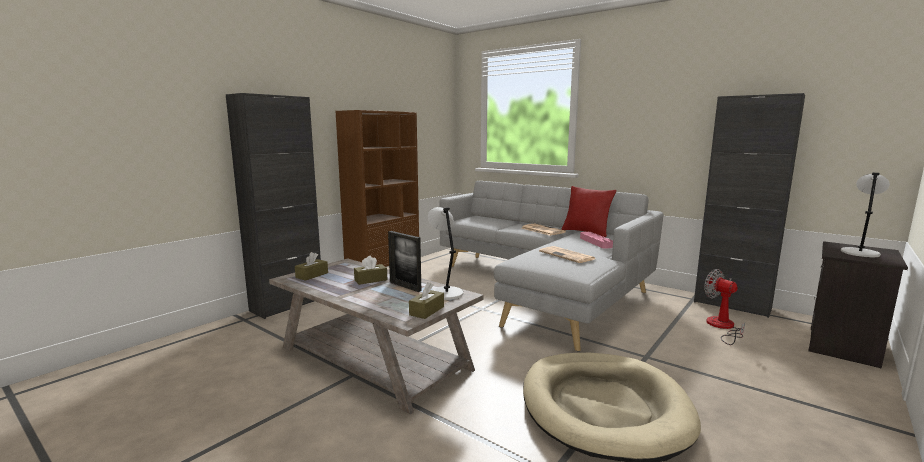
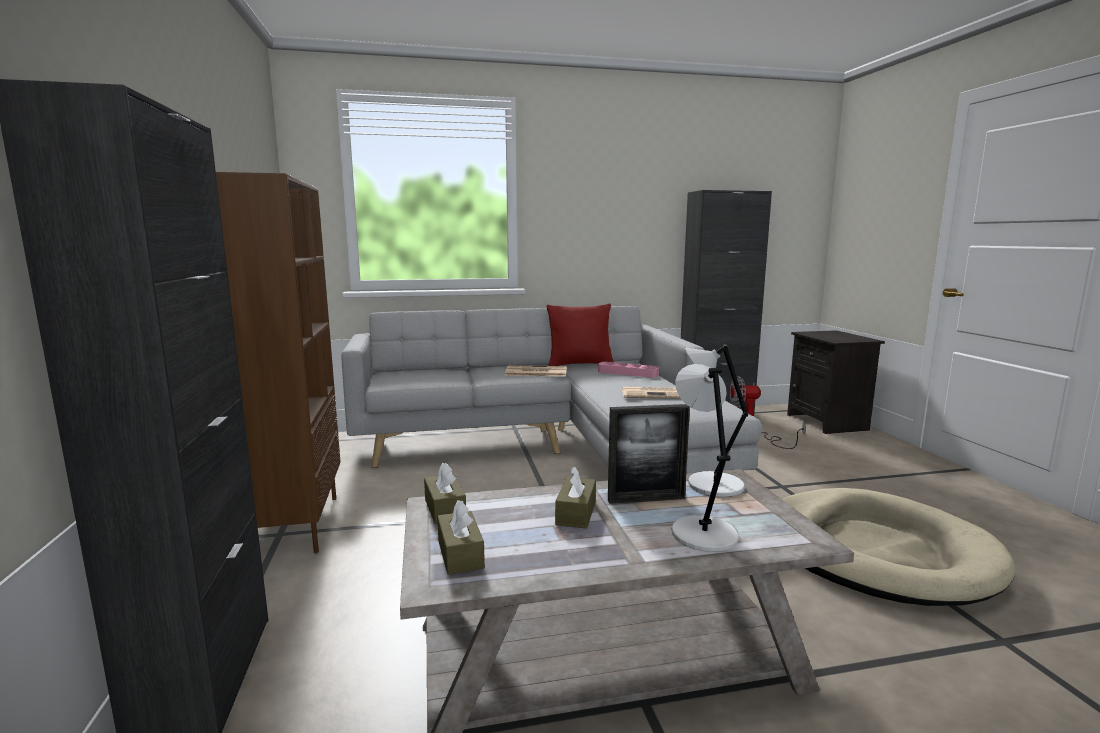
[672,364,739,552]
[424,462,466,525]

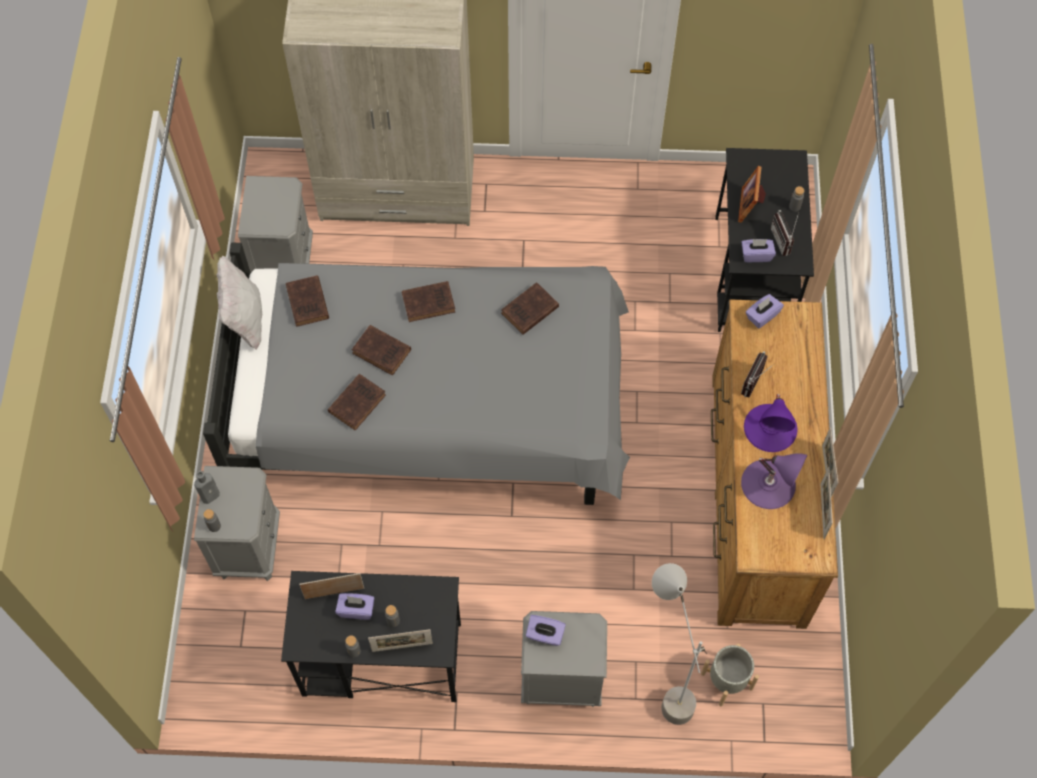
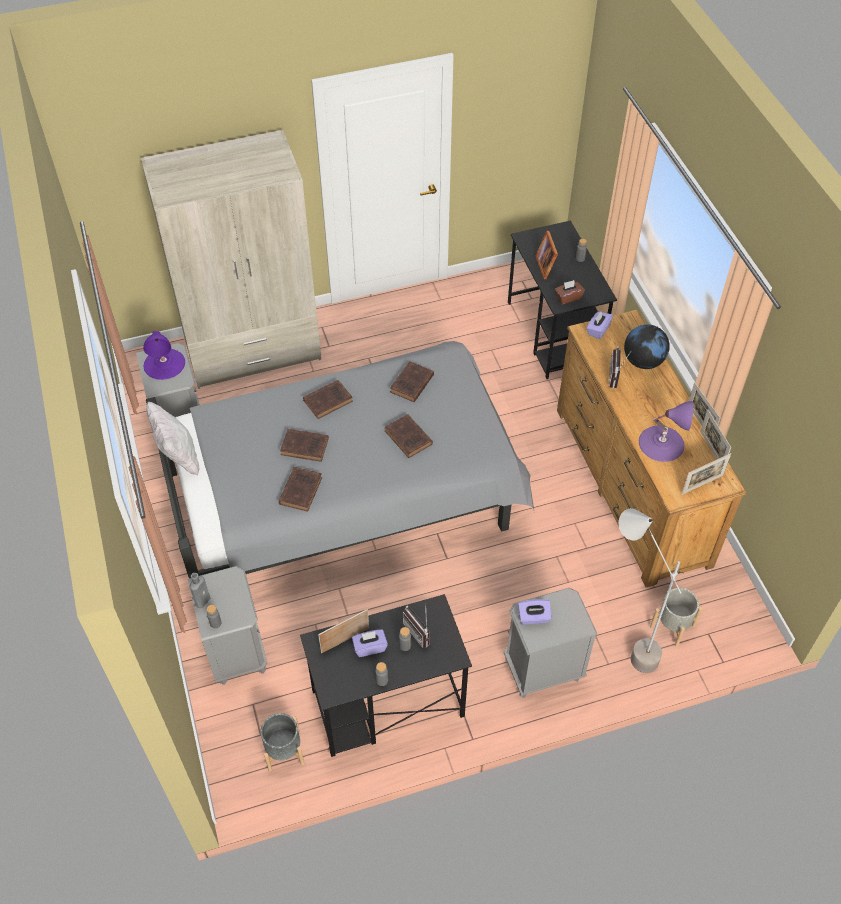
[403,603,430,648]
[555,280,585,304]
[385,414,433,458]
[143,330,185,380]
[682,453,731,495]
[624,324,670,369]
[260,713,304,771]

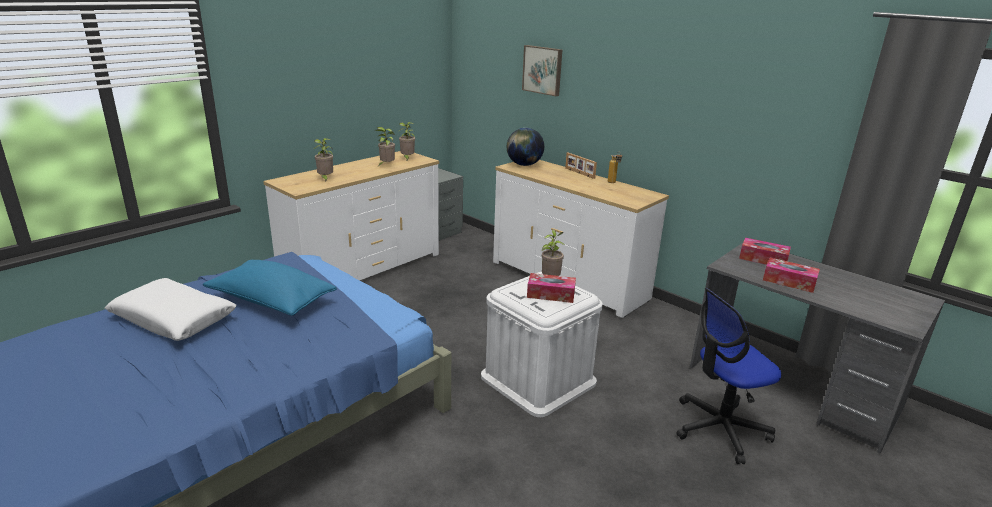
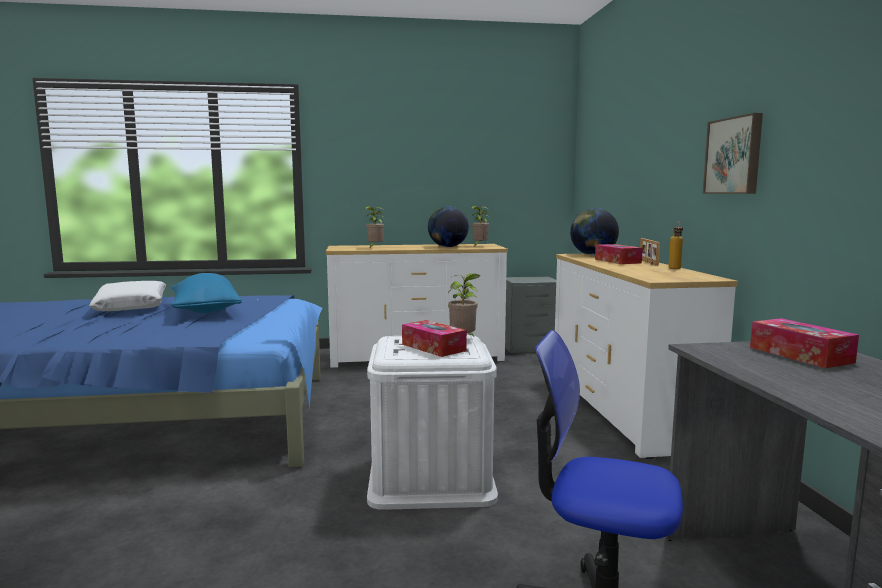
[703,113,763,194]
[428,206,469,247]
[595,244,643,264]

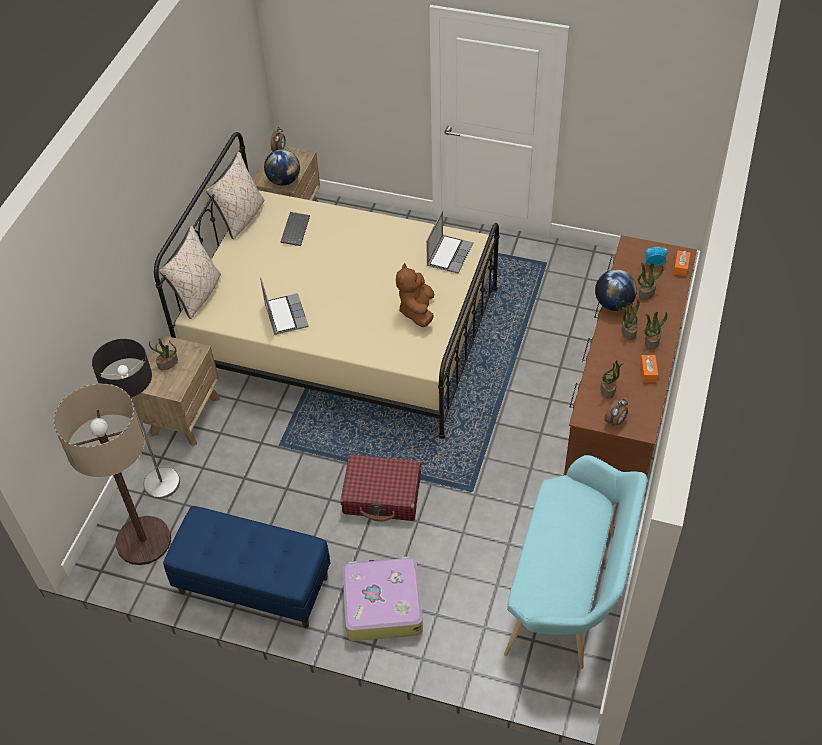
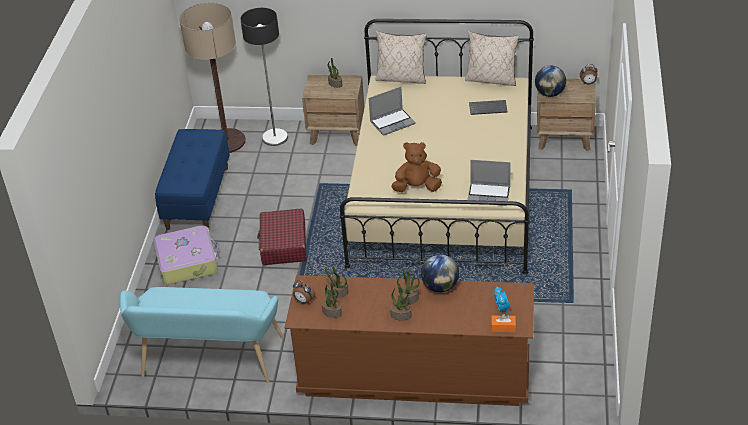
[322,280,342,318]
[640,355,658,382] (first image)

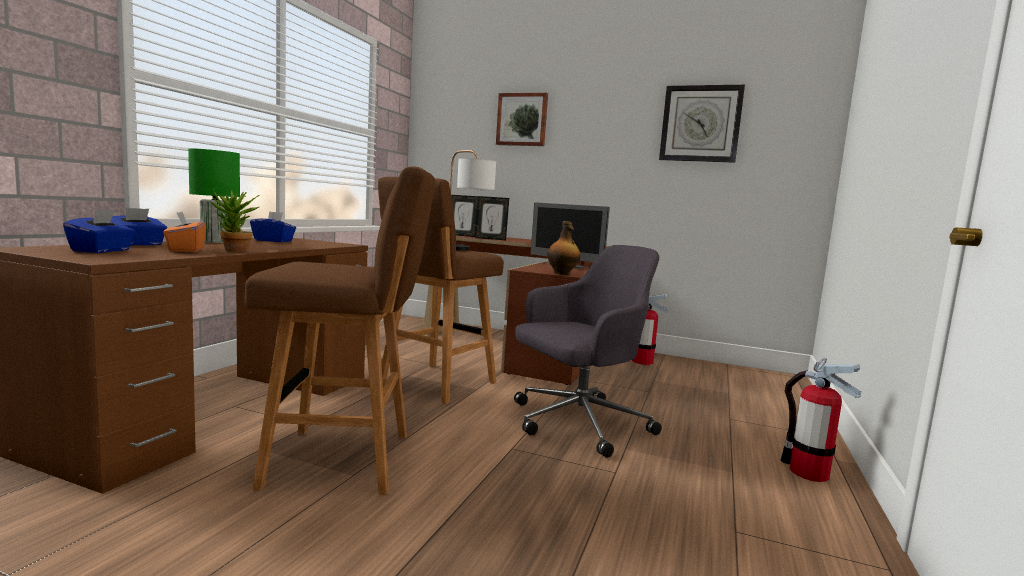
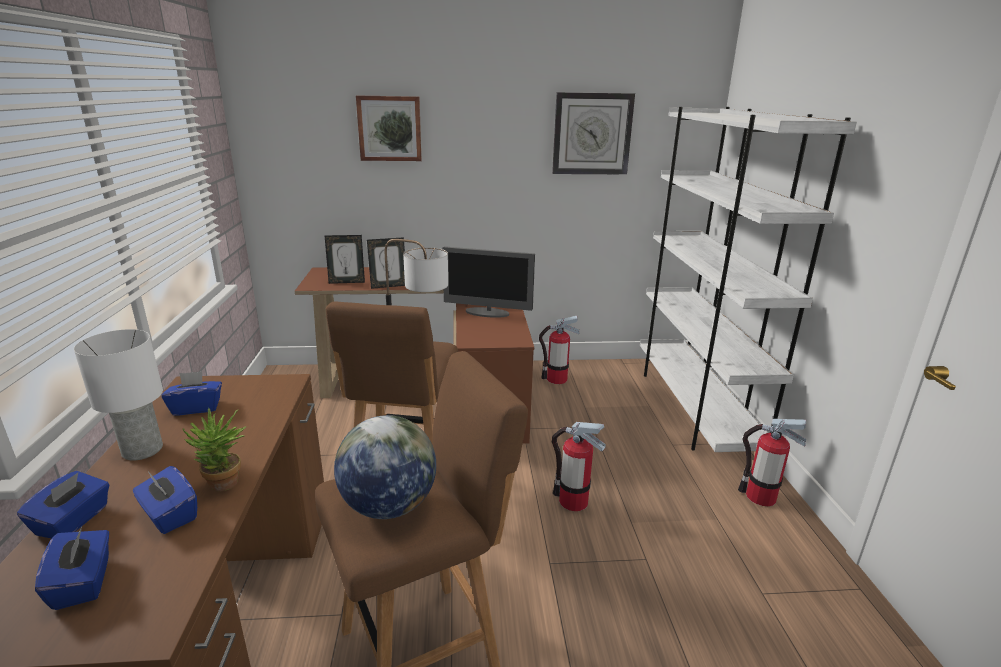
[74,329,163,461]
[133,466,197,534]
[547,221,581,275] (first image)
[552,422,606,511]
[640,107,857,452]
[334,415,436,519]

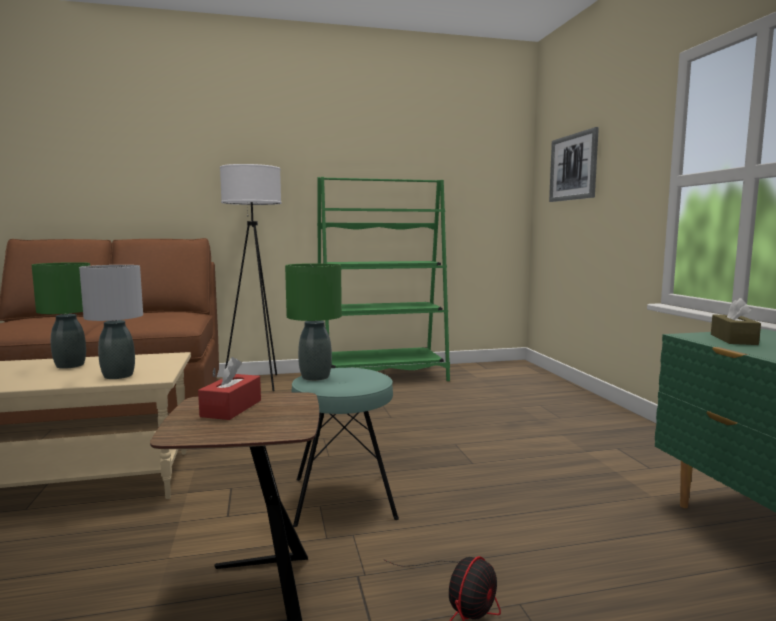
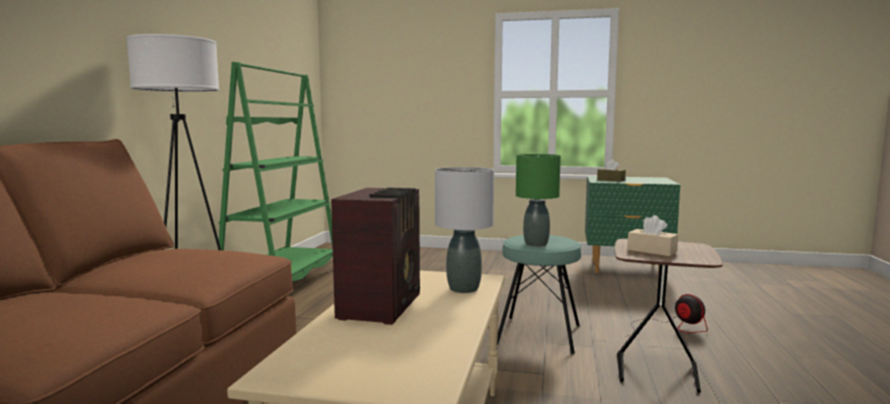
[549,127,599,202] (first image)
[331,188,420,325]
[627,215,678,256]

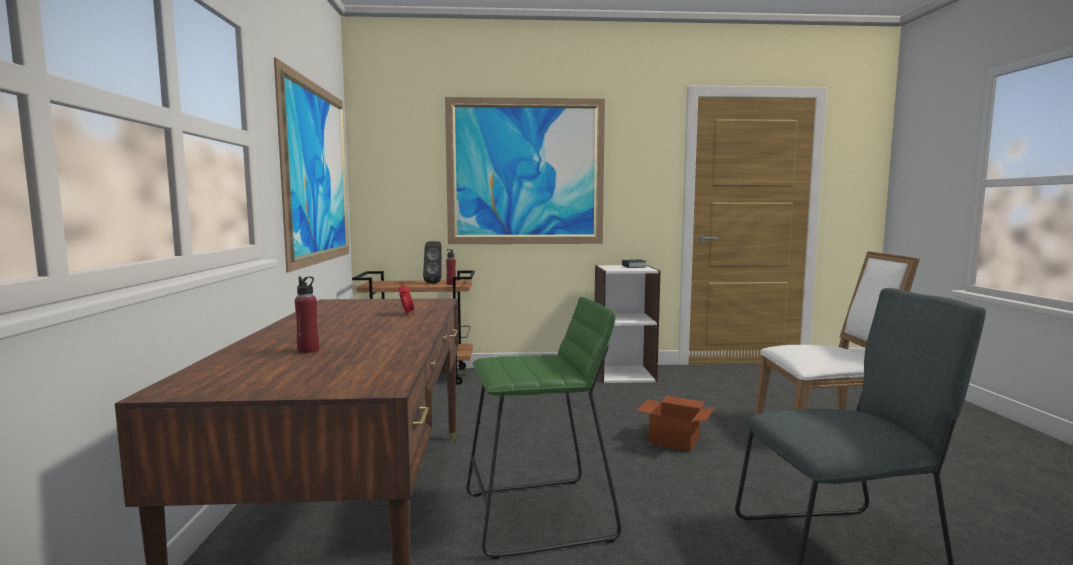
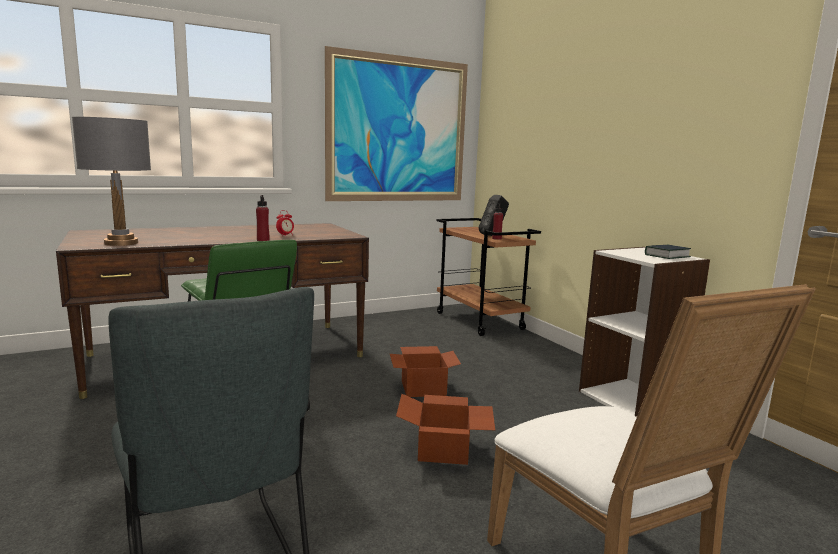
[445,97,605,244] (first image)
[256,195,269,241]
[72,117,151,246]
[390,346,461,397]

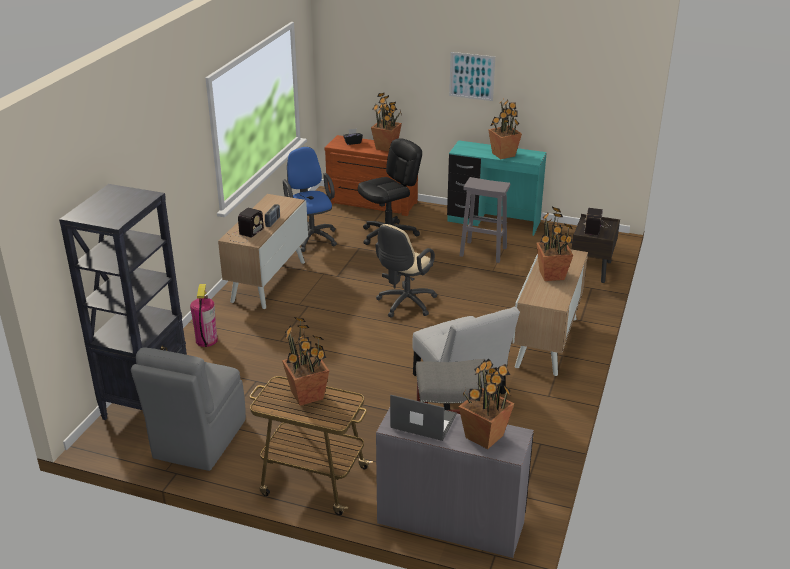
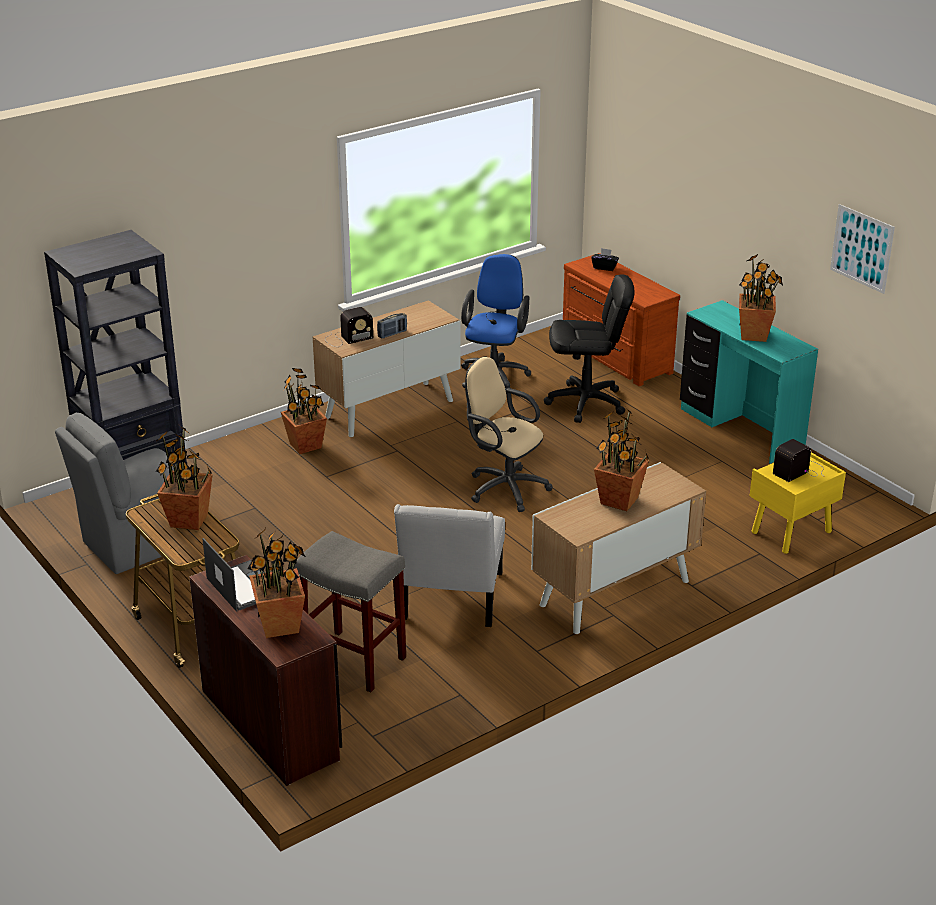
[830,204,895,294]
[281,368,327,454]
[459,177,510,263] (first image)
[750,452,846,554]
[465,356,552,512]
[190,284,218,347] (first image)
[189,555,342,786]

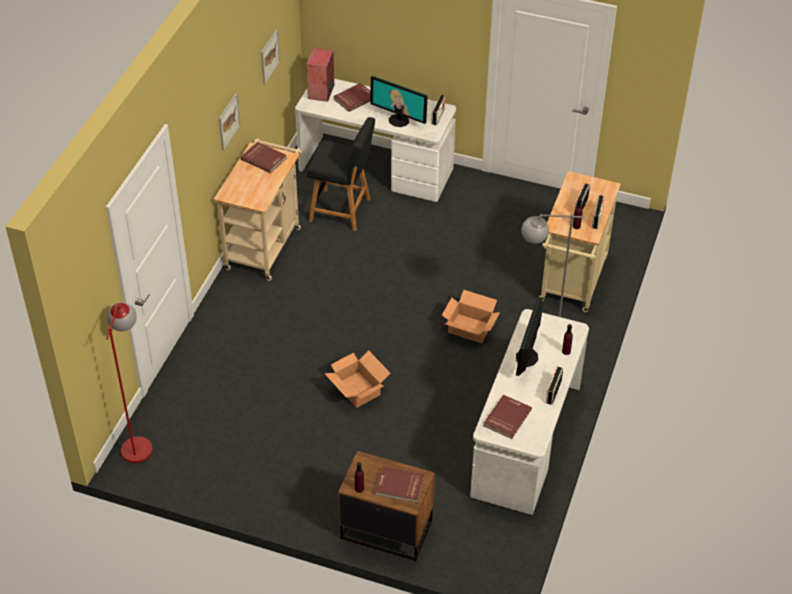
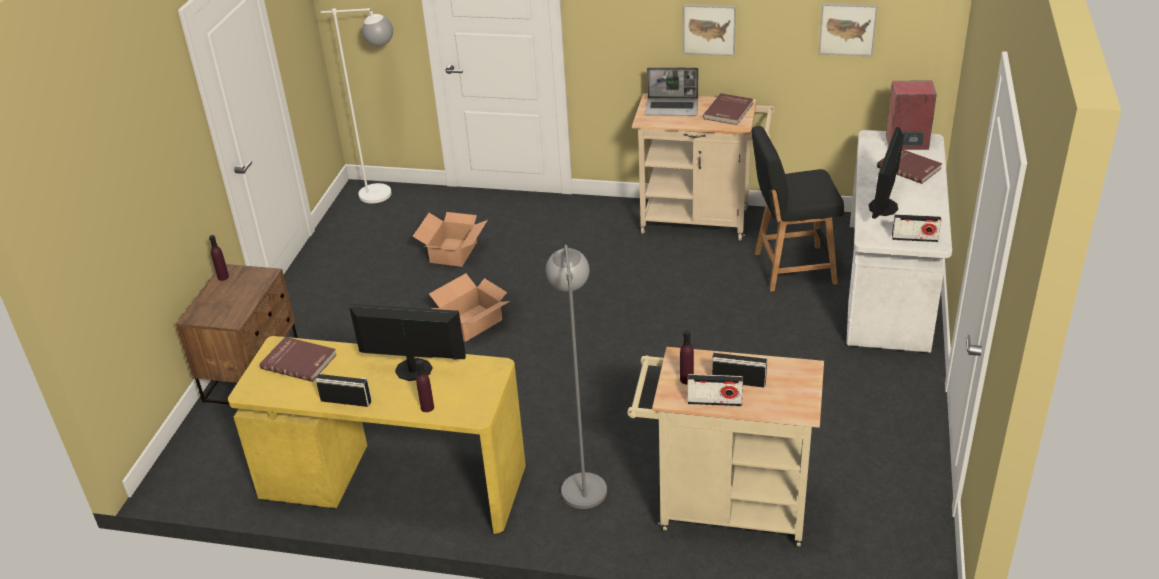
[752,126,844,291]
[412,212,488,267]
[321,8,393,203]
[228,336,526,534]
[375,466,425,503] (first image)
[645,67,698,116]

